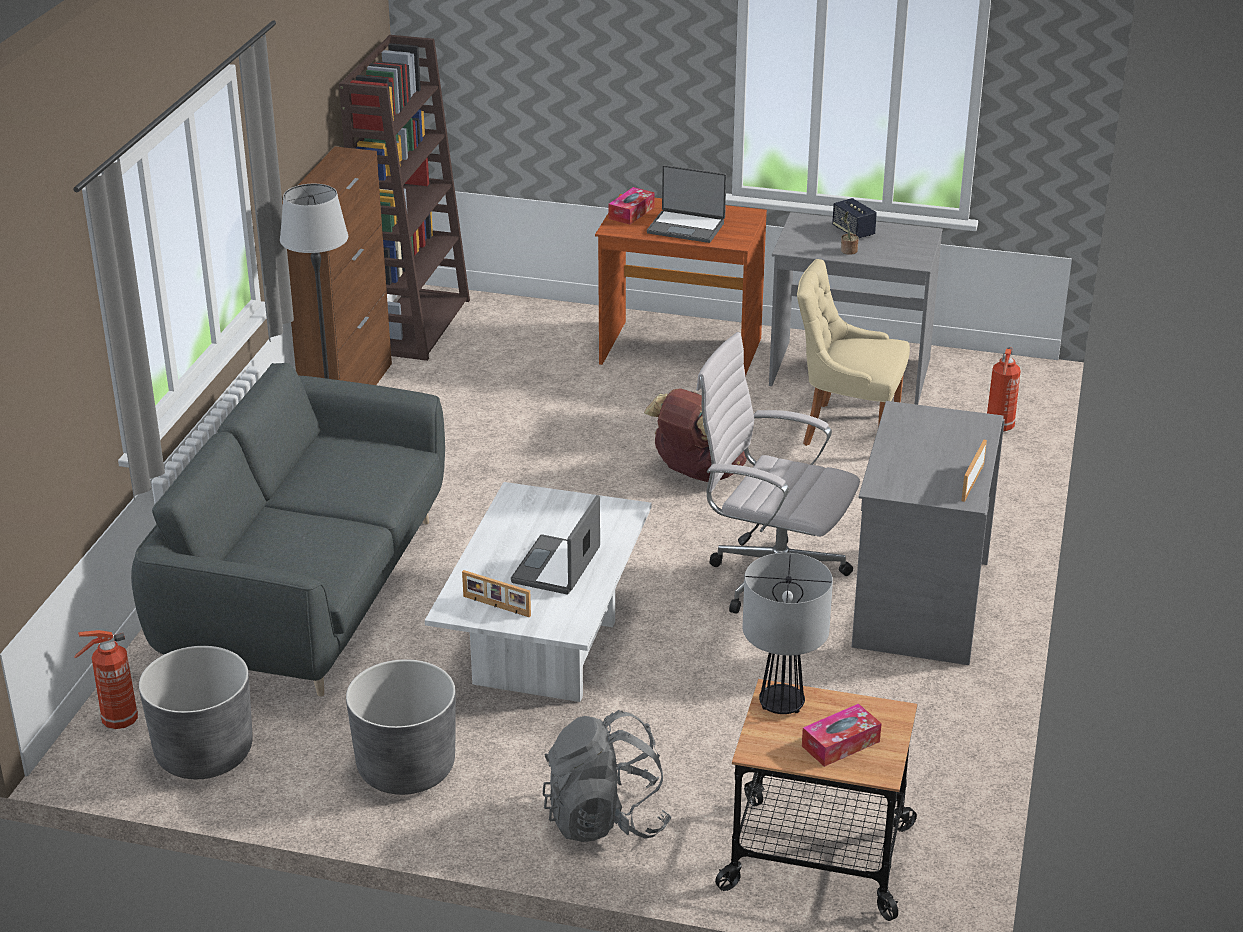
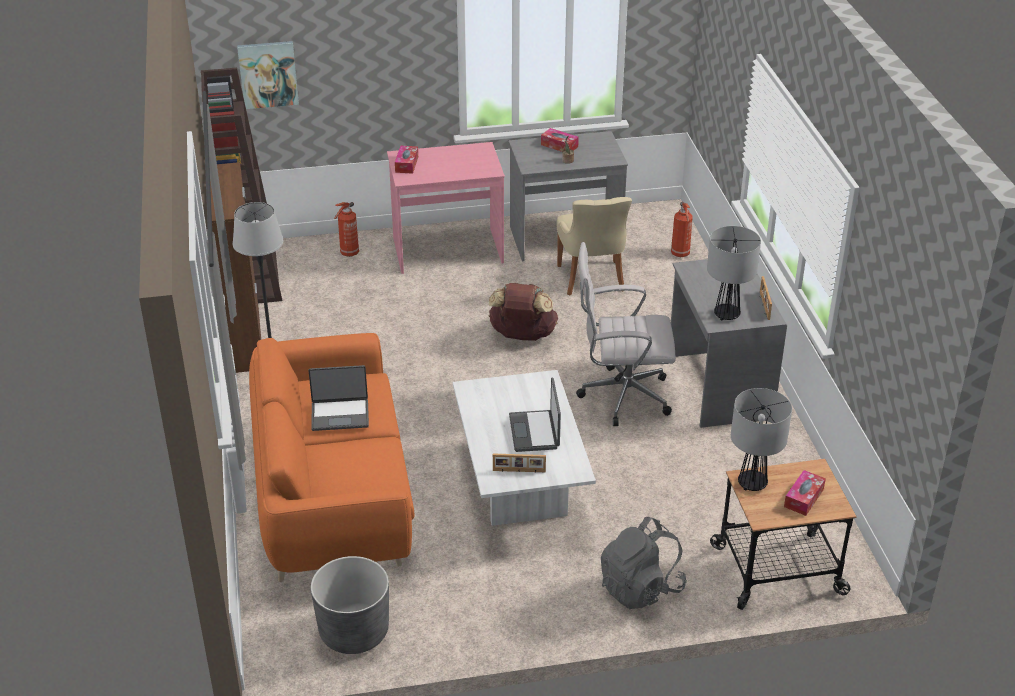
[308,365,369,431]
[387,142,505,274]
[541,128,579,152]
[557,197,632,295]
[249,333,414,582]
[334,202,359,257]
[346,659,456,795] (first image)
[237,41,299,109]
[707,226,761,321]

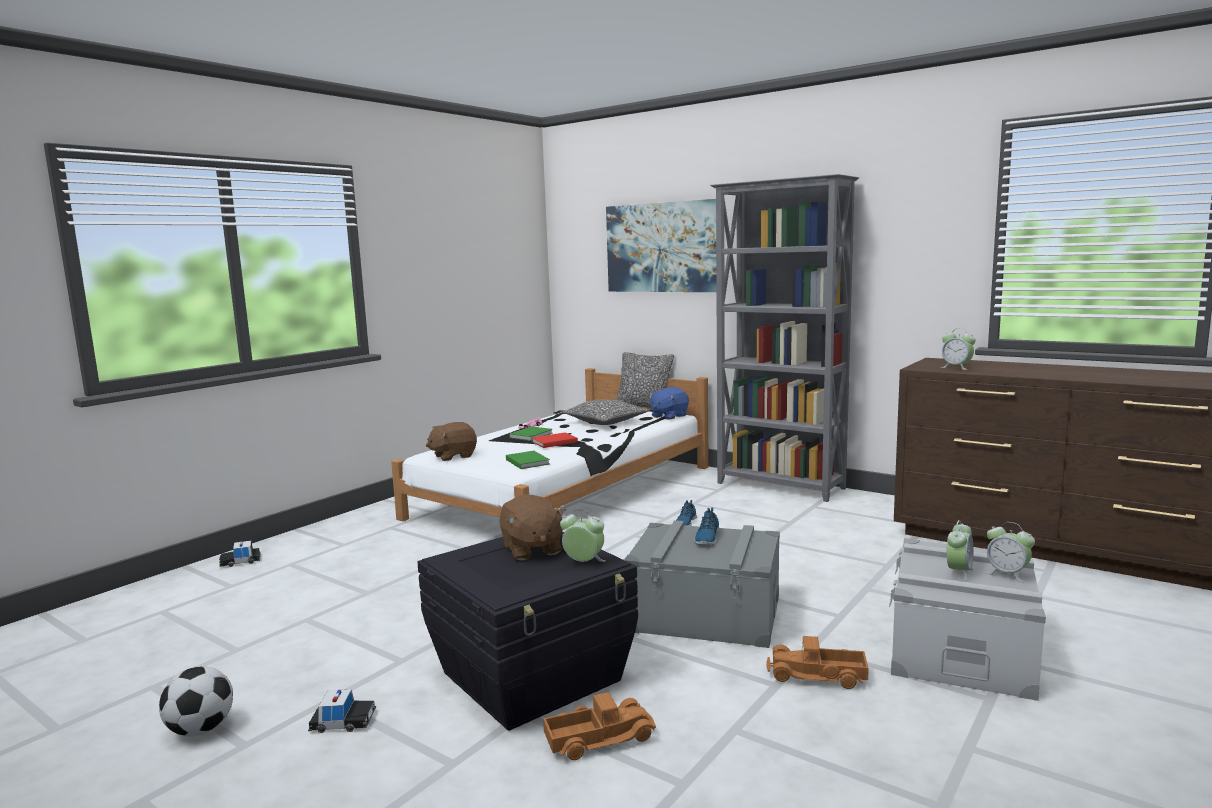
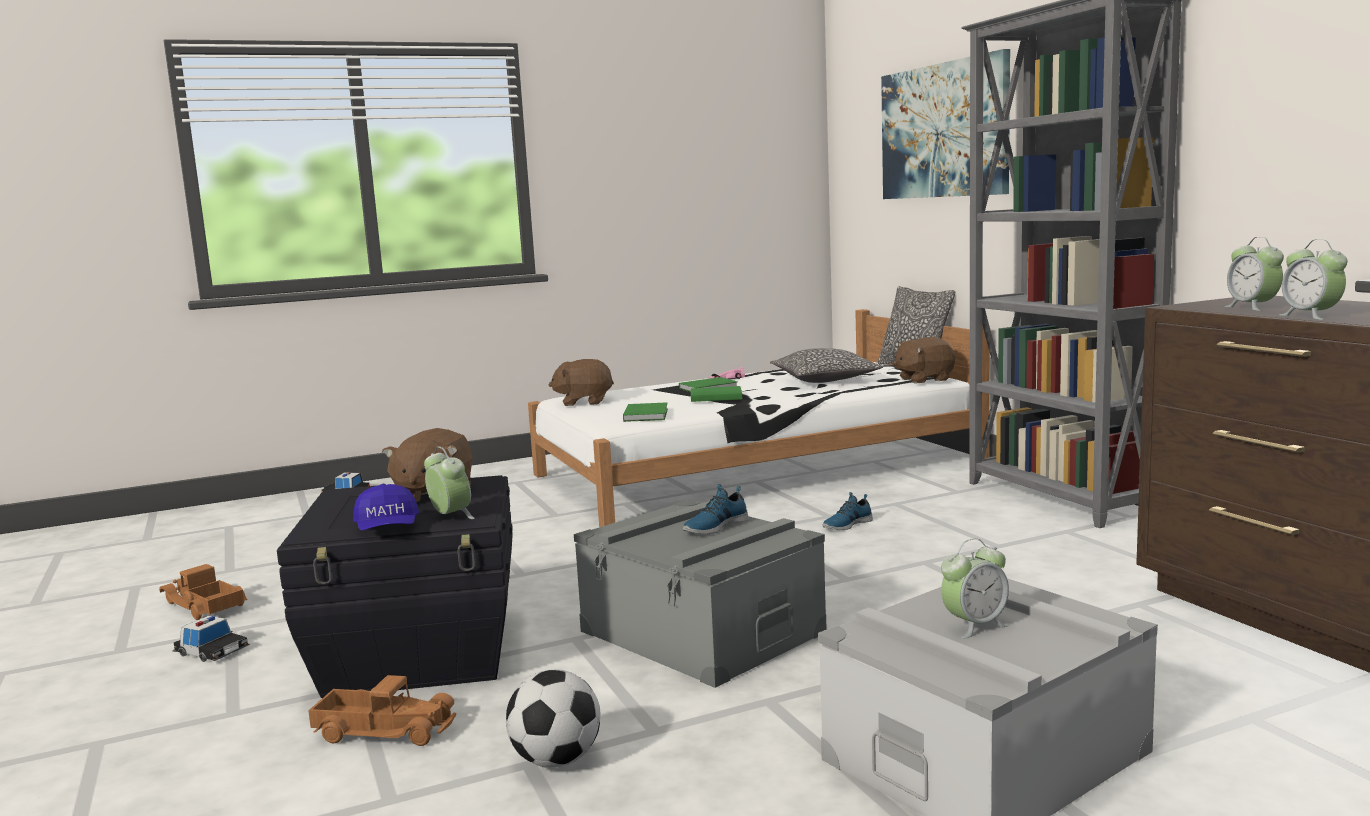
[893,337,955,384]
[691,386,742,402]
[1279,239,1347,320]
[159,564,248,620]
[506,669,601,768]
[353,484,419,530]

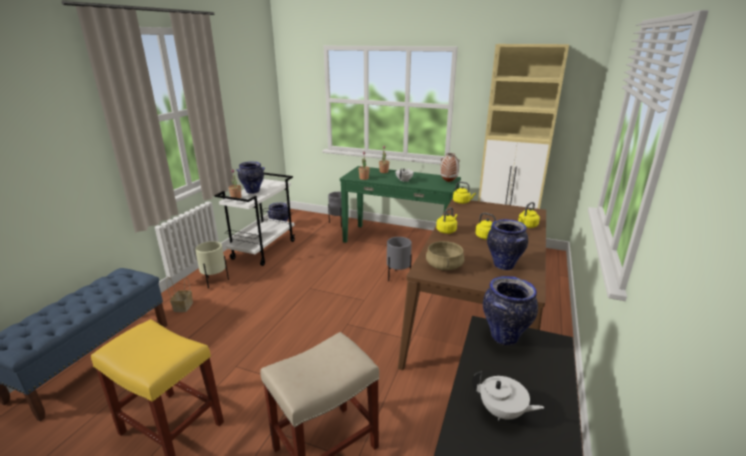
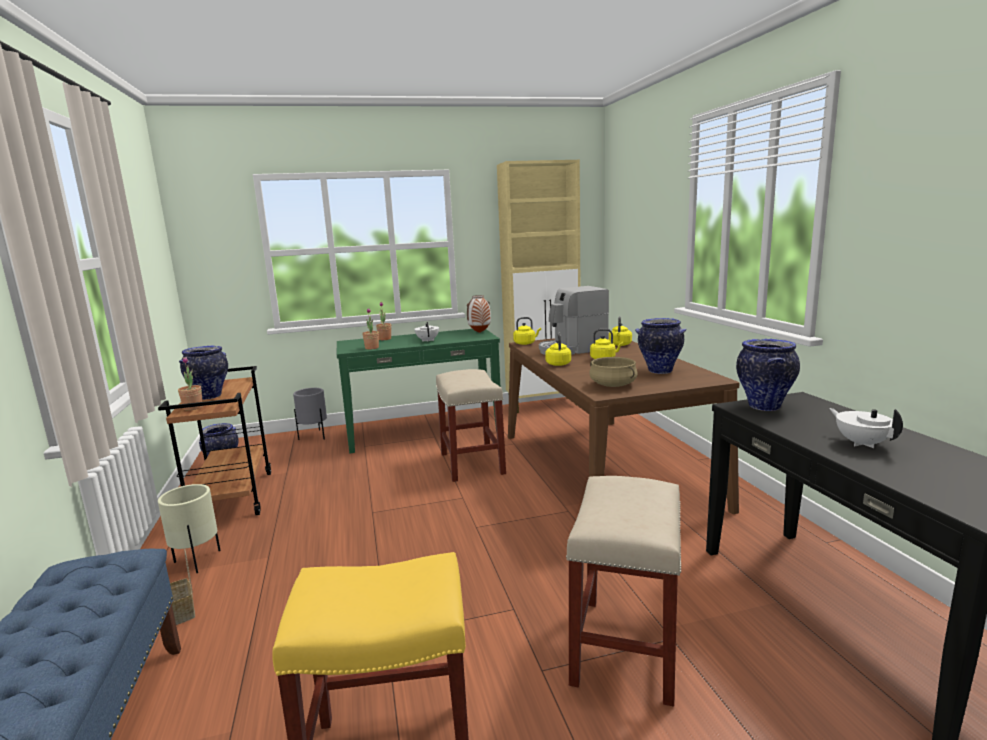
[158,366,271,515]
[436,369,506,482]
[829,408,903,448]
[539,286,609,355]

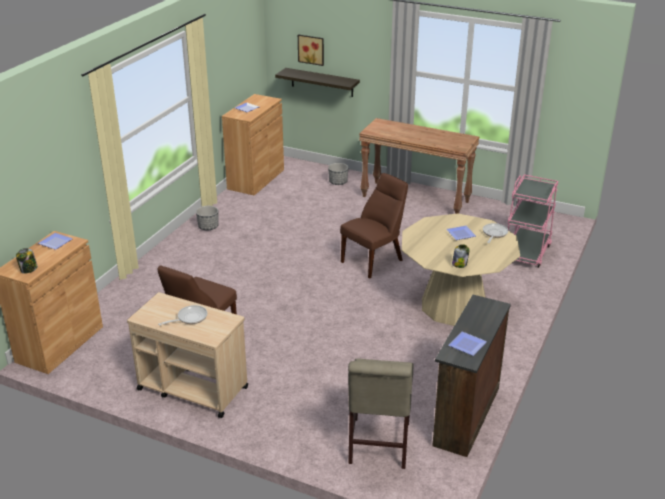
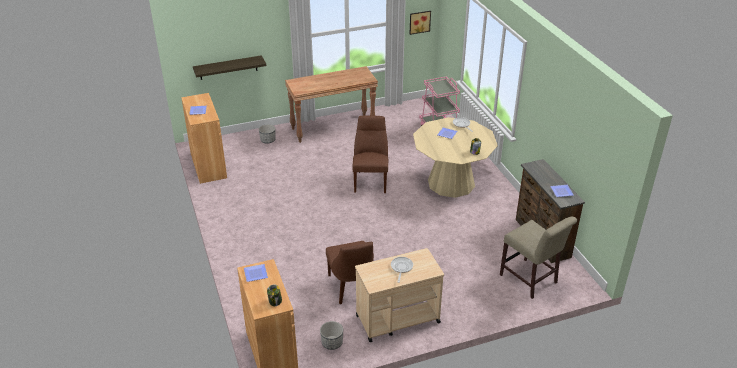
[410,11,431,35]
[320,321,343,350]

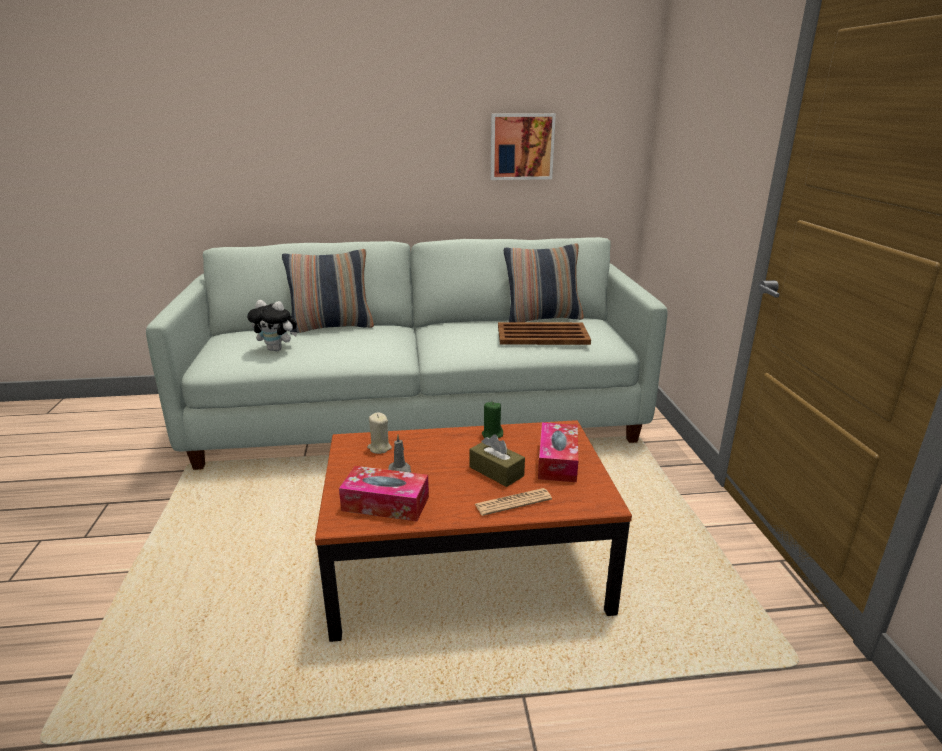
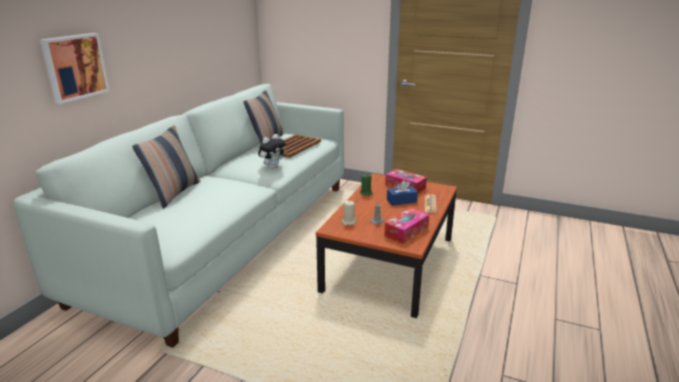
[40,33,110,104]
[258,134,286,169]
[387,180,418,206]

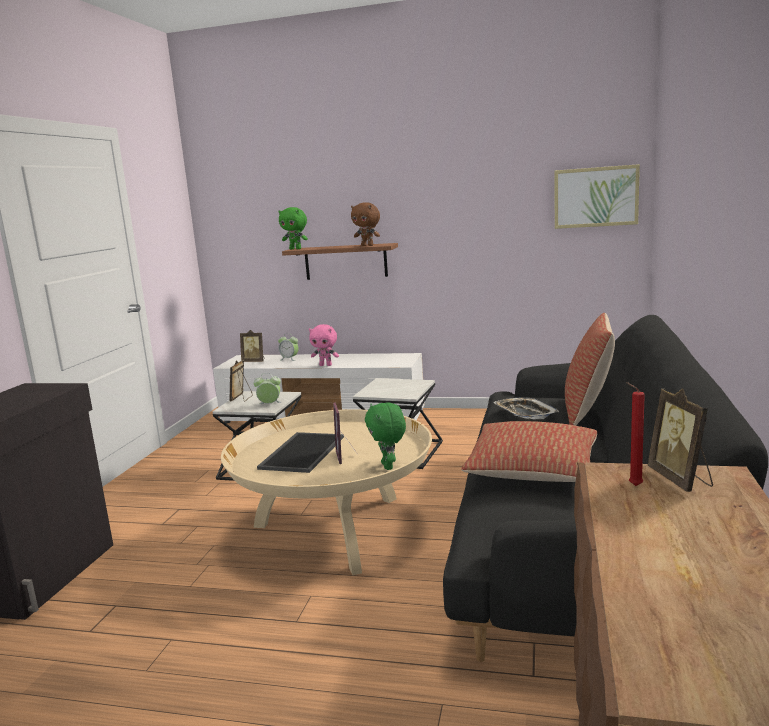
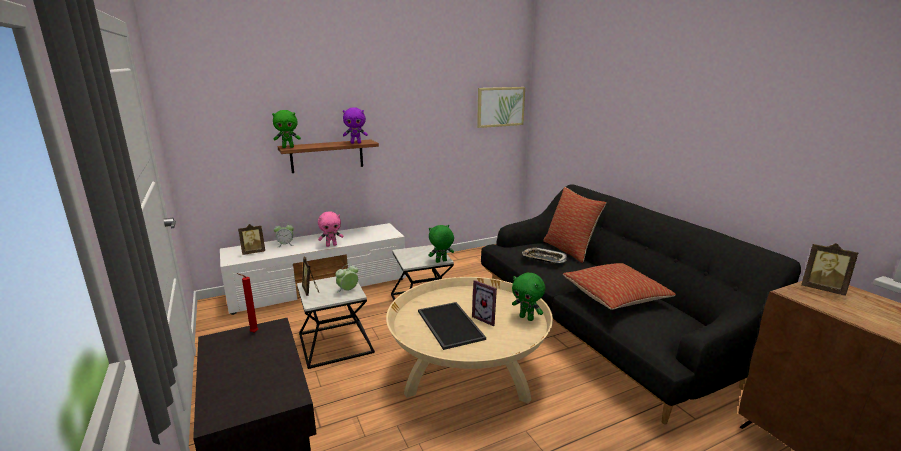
[343,108,368,144]
[237,273,259,333]
[429,225,454,263]

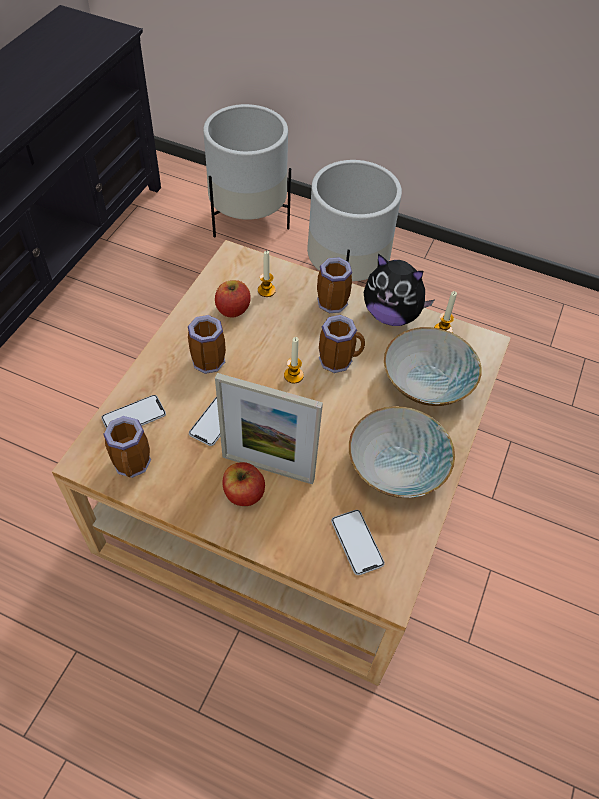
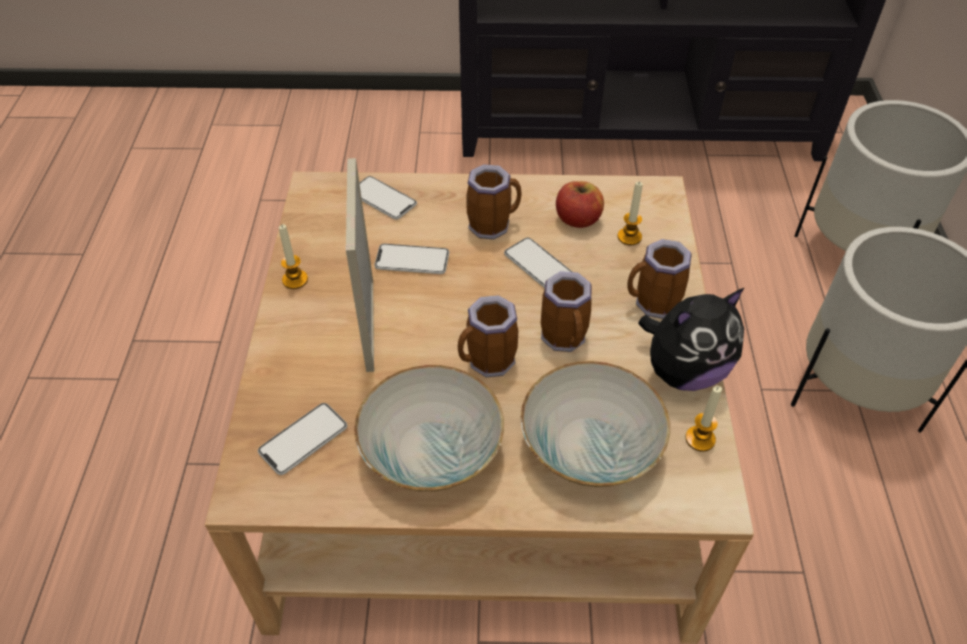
[638,288,744,391]
[279,224,308,289]
[458,295,518,377]
[223,462,265,506] (first image)
[504,238,572,288]

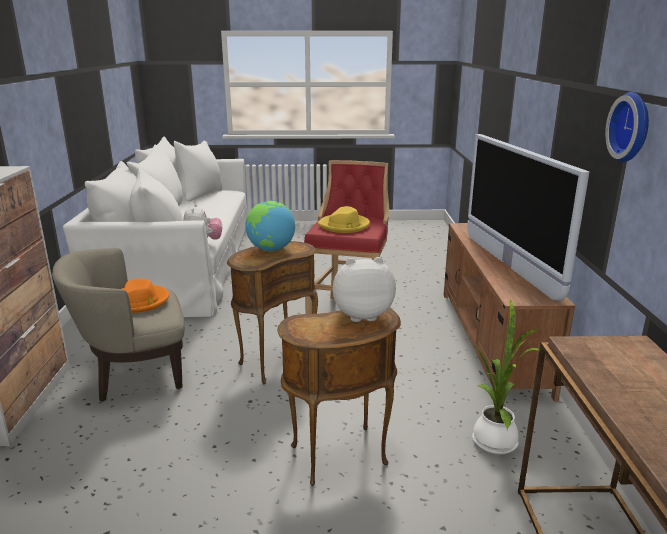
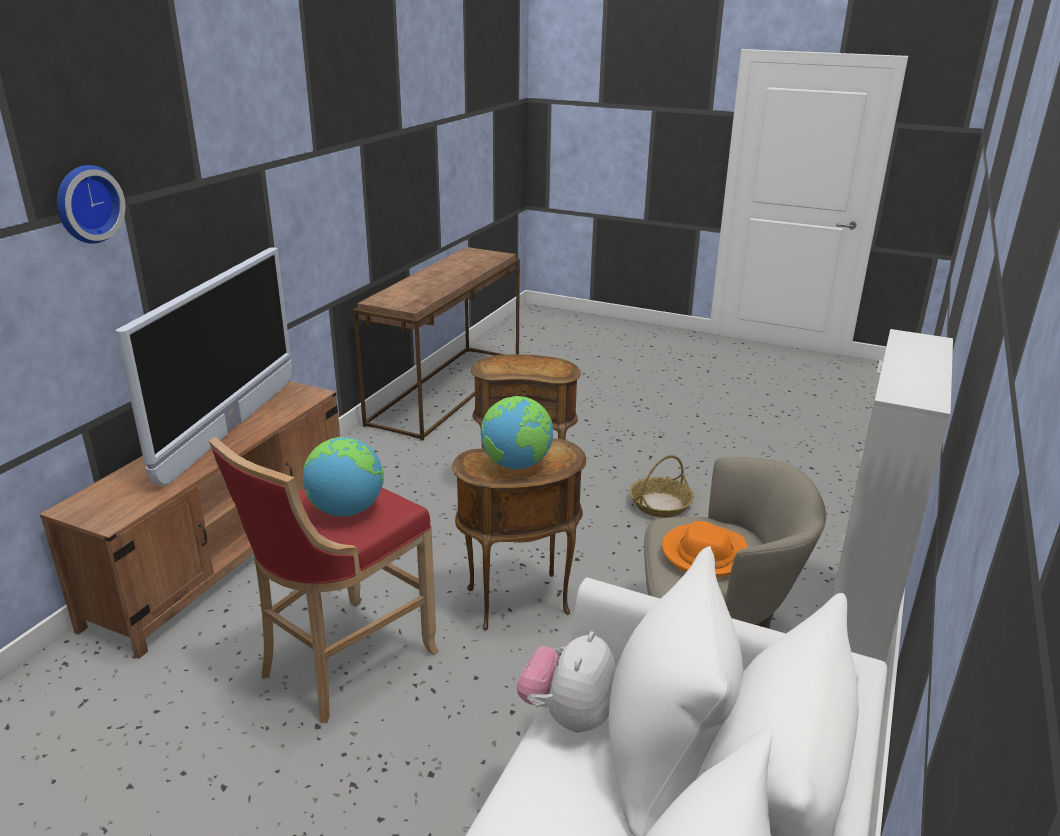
[57,165,125,244]
[302,437,384,517]
[333,257,396,322] (first image)
[472,299,540,455] (first image)
[630,455,694,518]

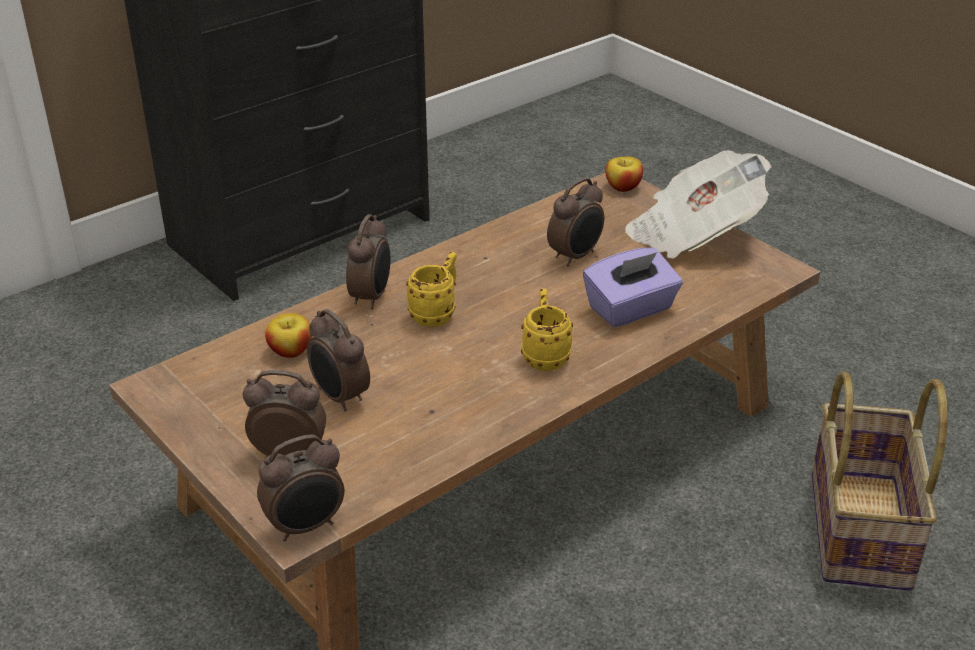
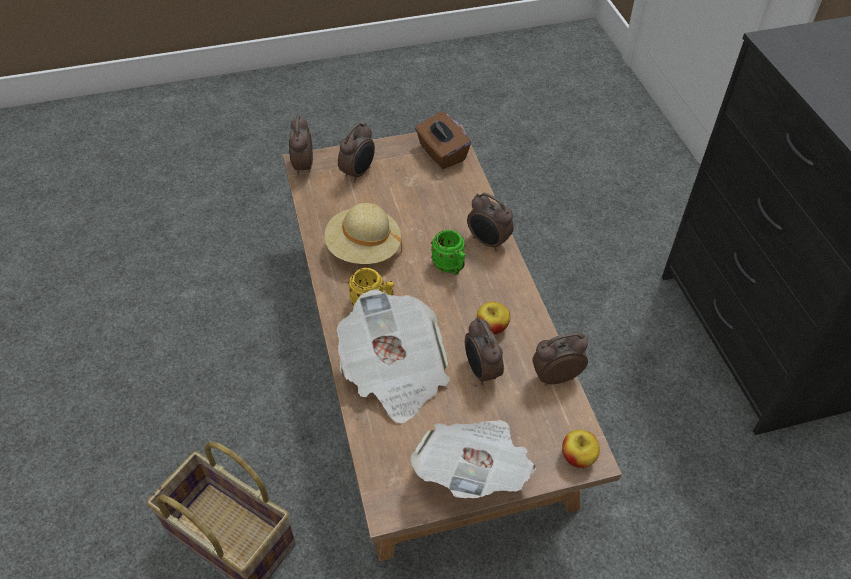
[337,289,450,423]
[431,230,466,275]
[533,333,588,386]
[477,301,510,334]
[415,111,471,169]
[325,203,402,264]

